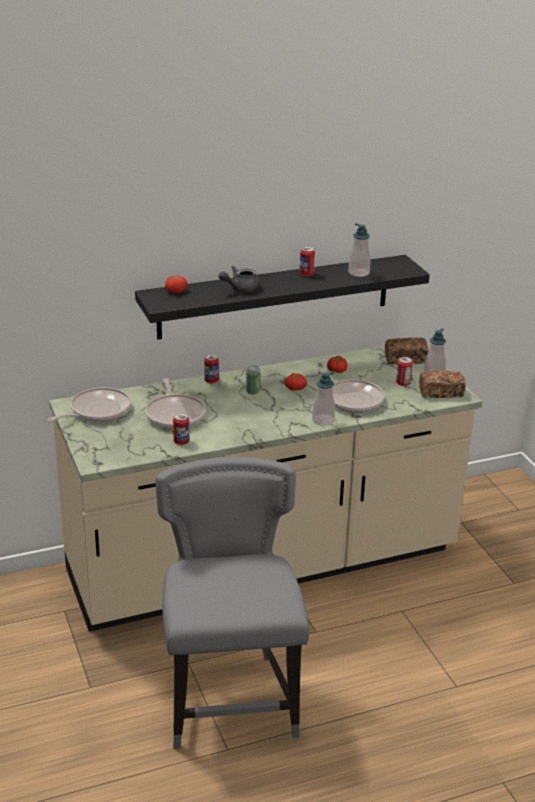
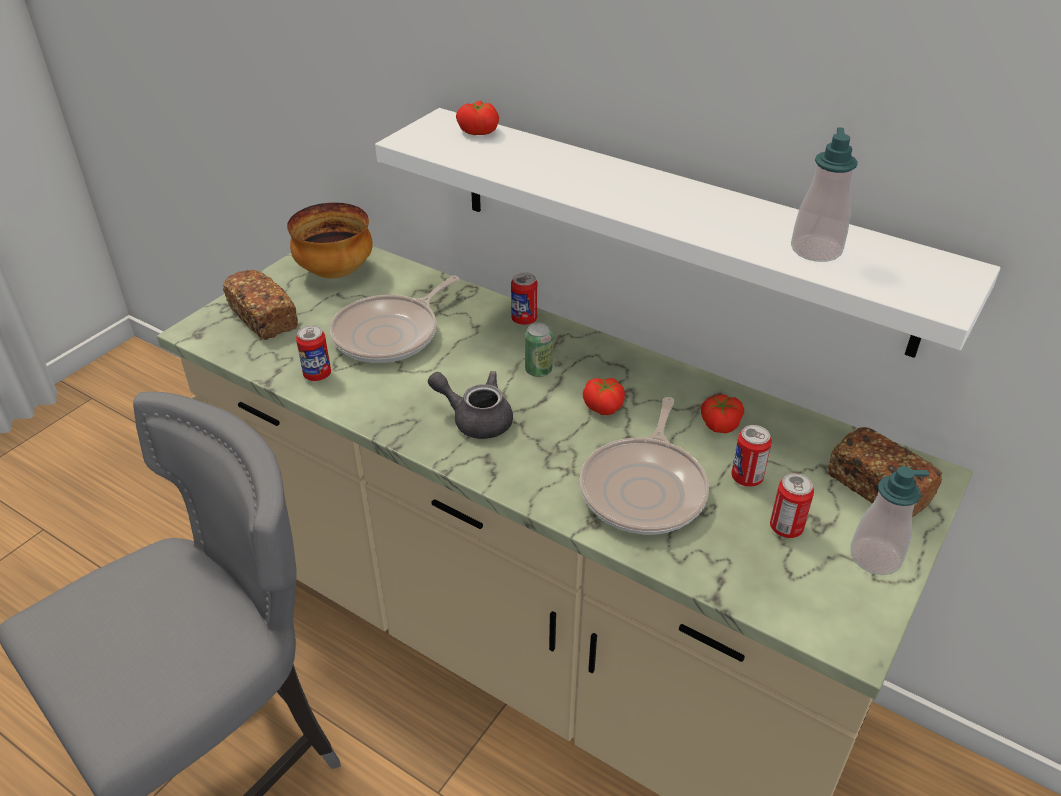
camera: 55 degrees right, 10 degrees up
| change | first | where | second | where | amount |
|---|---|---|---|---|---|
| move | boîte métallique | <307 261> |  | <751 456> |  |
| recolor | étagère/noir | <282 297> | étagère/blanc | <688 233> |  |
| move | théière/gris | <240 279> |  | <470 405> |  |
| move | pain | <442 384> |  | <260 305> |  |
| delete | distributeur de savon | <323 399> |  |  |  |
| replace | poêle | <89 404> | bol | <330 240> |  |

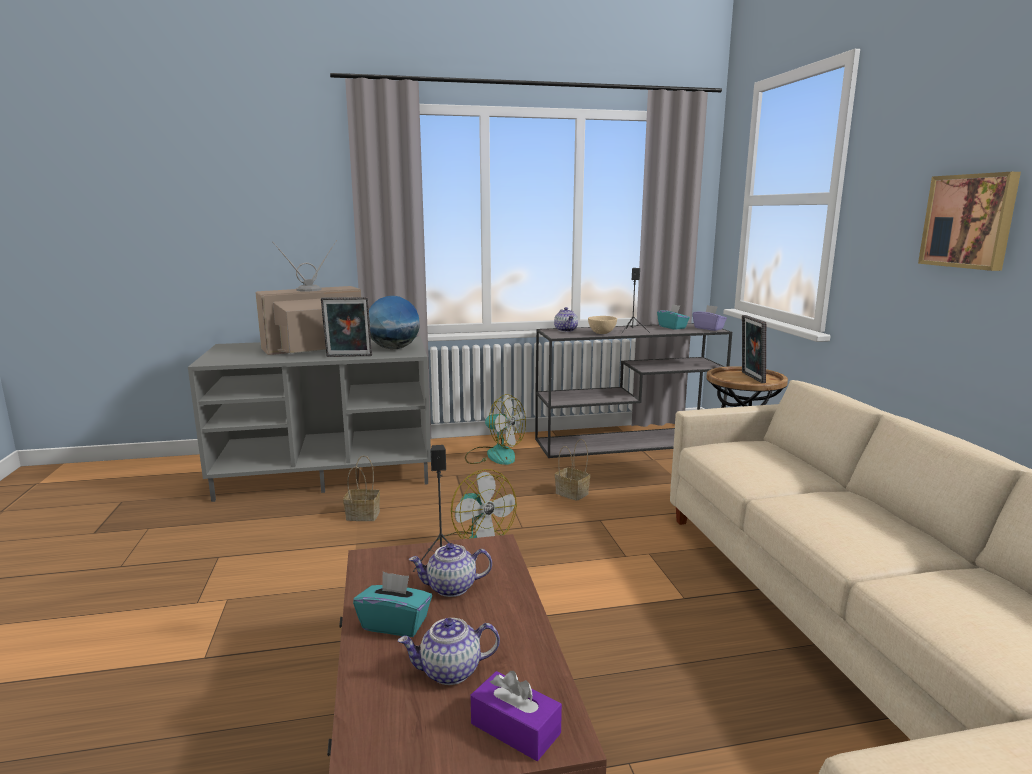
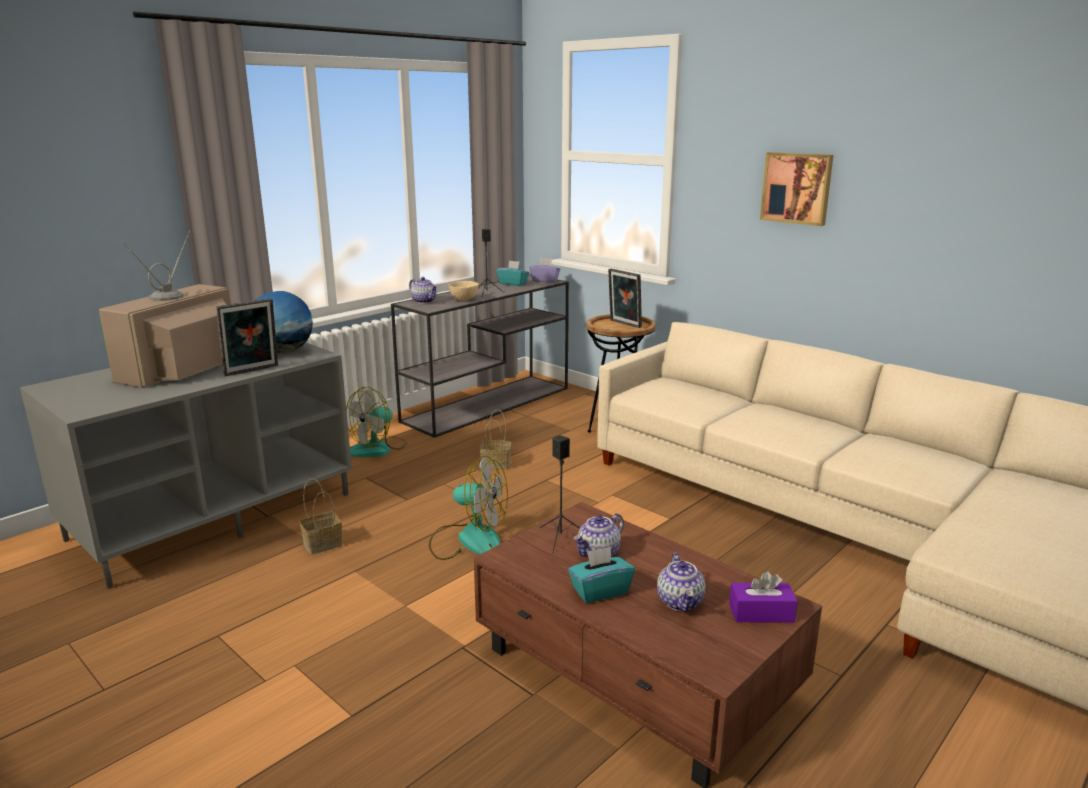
camera: 35 degrees left, 5 degrees up
| change | first | where | second | where | amount |
|---|---|---|---|---|---|
| rotate | ventilateur | <495 429> |  | <376 422> | 135 degrees clockwise |
| rotate | théière | <449 651> |  | <681 582> | 45 degrees counterclockwise |

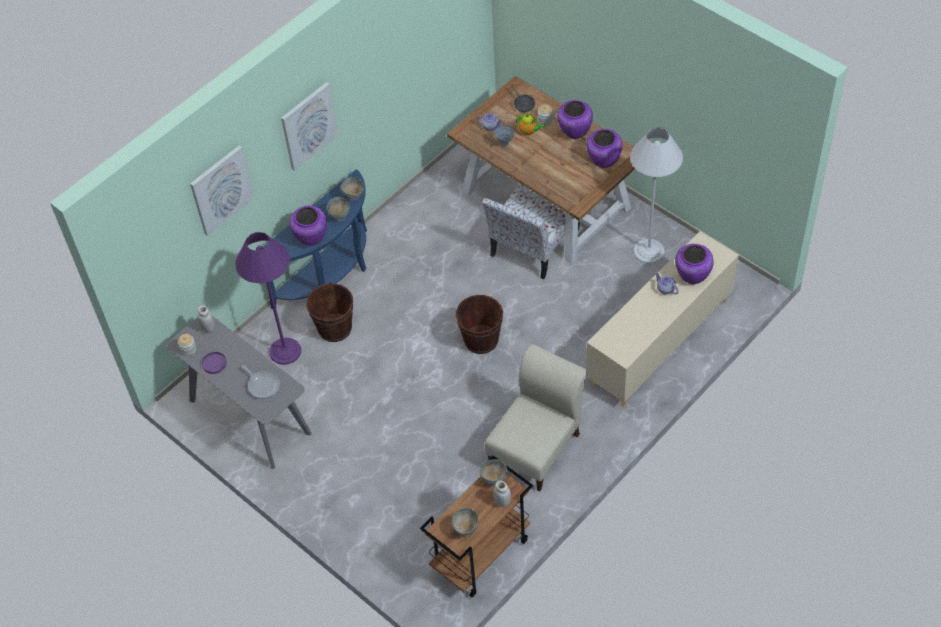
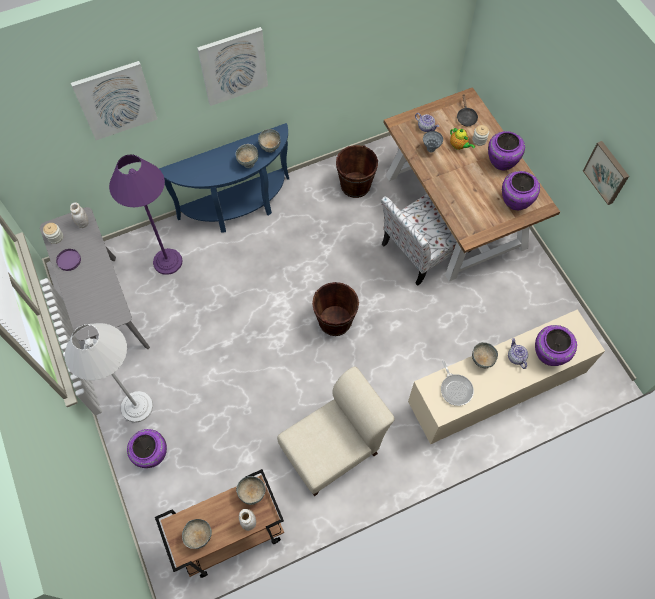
camera: 20 degrees right, 10 degrees up
| change | first | where | second | where | amount |
|---|---|---|---|---|---|
| move | lampadaire/blanc | <656 195> |  | <109 373> |  |
| move | vase/violet | <308 226> |  | <147 448> |  |
| move | seau/marron | <329 312> |  | <357 171> |  |
| move | poêle | <261 382> |  | <457 383> |  |
| insert |  |  | tableau | <606 173> |  |
| insert |  |  | bol/gris | <485 355> |  |

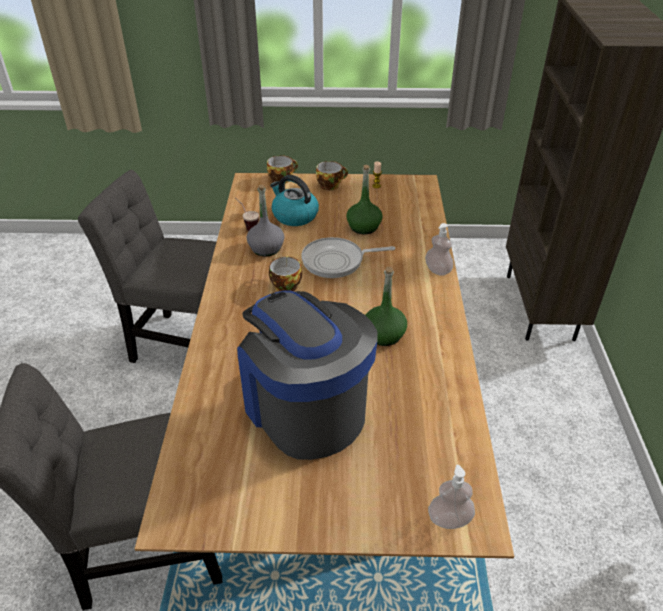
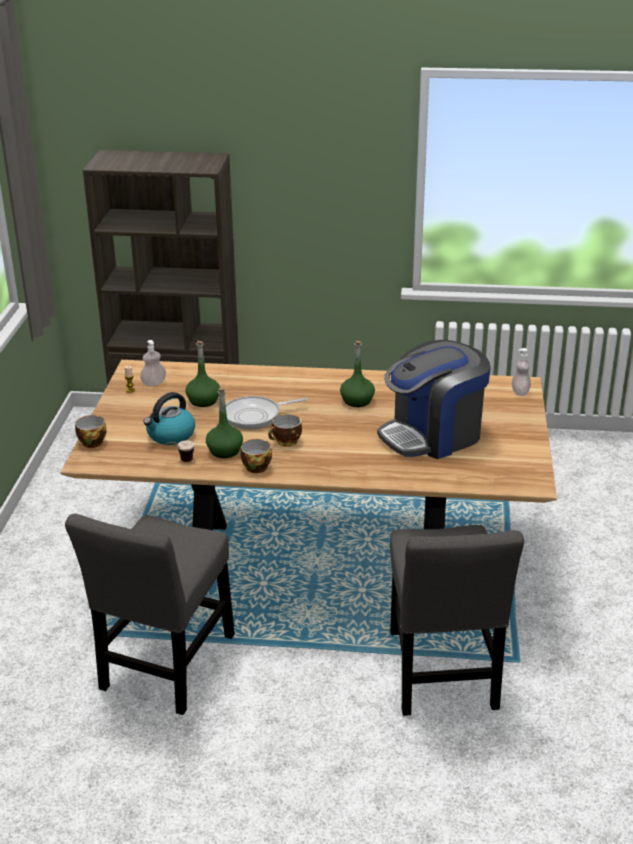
camera: 85 degrees left, 10 degrees down
| change | first | where | second | where | amount |
|---|---|---|---|---|---|
| move | tasse | <332 175> |  | <256 456> |  |
| recolor | bouteille/gris | <265 221> | bouteille/vert | <224 423> |  |
| move | distributeur de savon | <439 249> |  | <153 363> |  |
| rotate | poêle | <348 257> |  | <267 413> | 75 degrees clockwise |

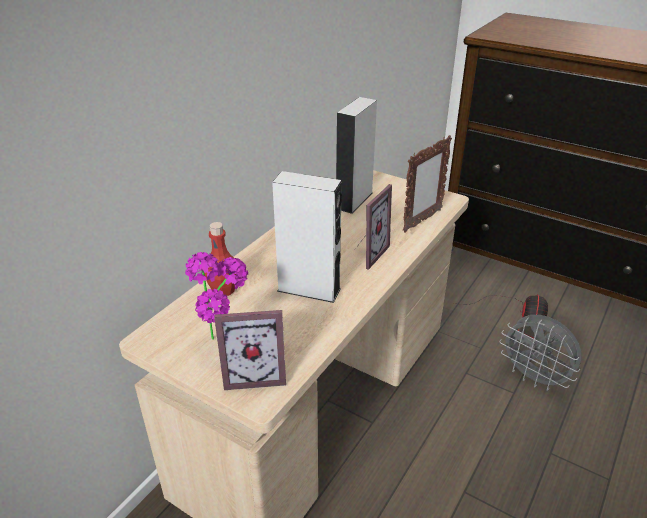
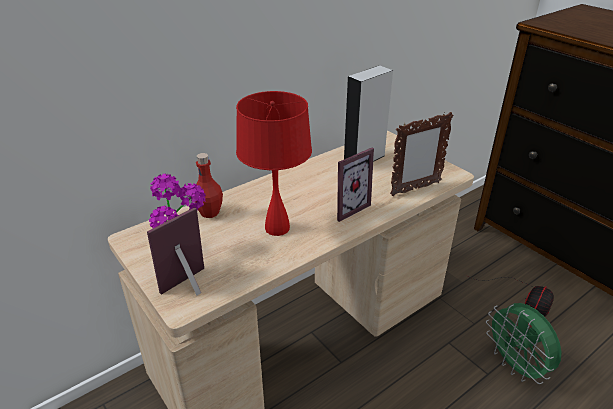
camera: 20 degrees right, 0 degrees up
| change | first | where | second | where | amount |
|---|---|---|---|---|---|
| replace | enceinte/gris | <307 237> | lampe de table/rouge | <274 163> |  |
| rotate | cadre photo | <250 350> |  | <175 251> | 120 degrees clockwise |
| recolor | ventilateur/gris | <540 353> | ventilateur/vert | <524 343> |  |

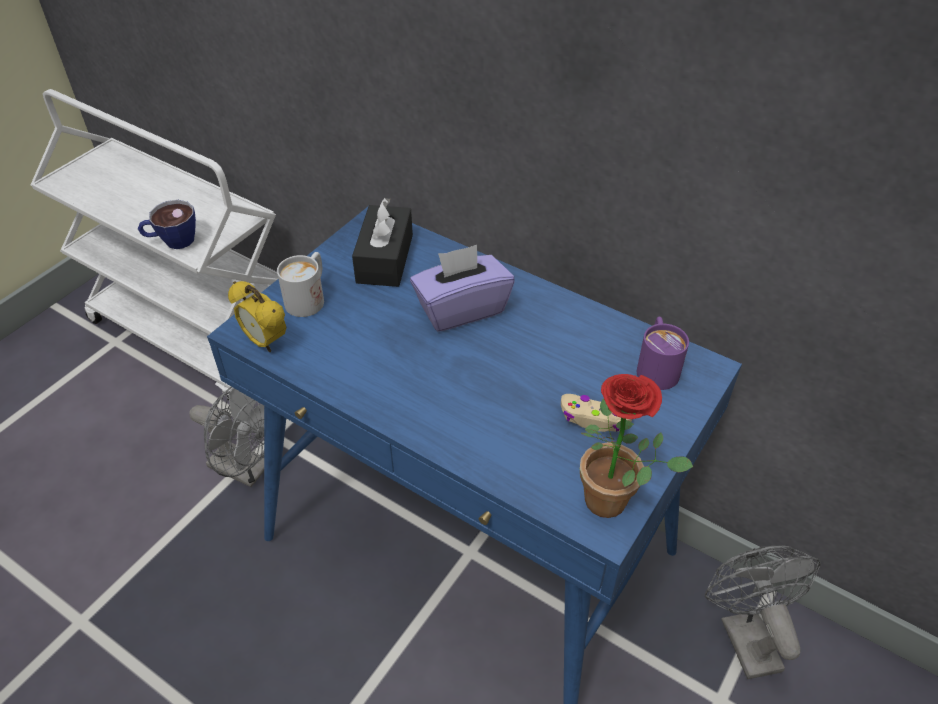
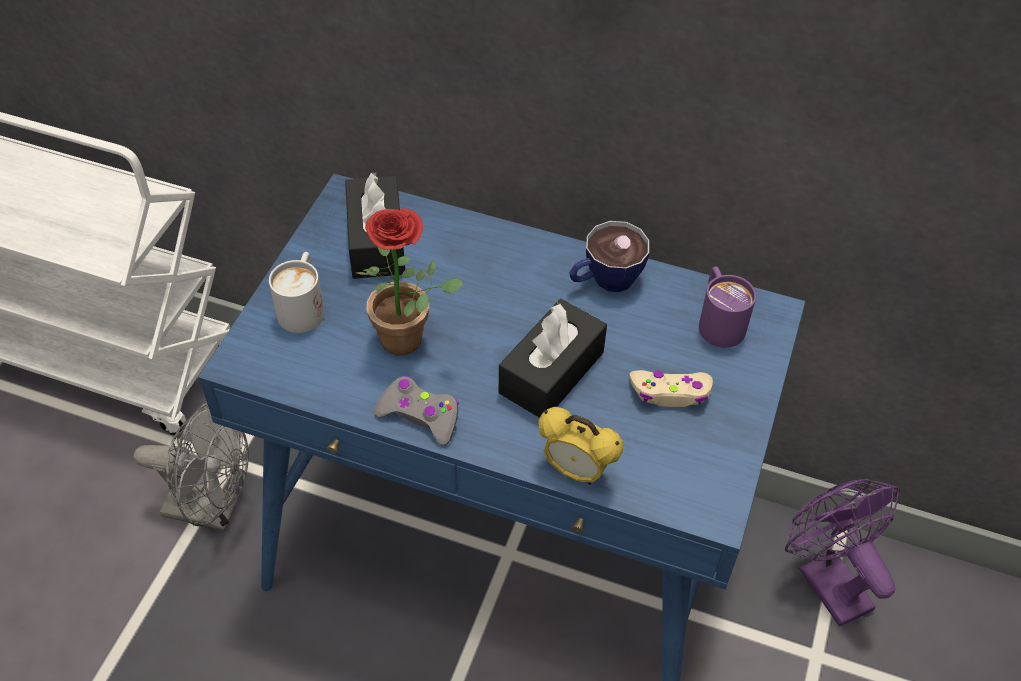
camera: 15 degrees left, 5 degrees up
| change | first | where | second | where | amount |
|---|---|---|---|---|---|
| move | tasse | <167 224> |  | <609 256> |  |
| delete | boîte à mouchoirs/violet | <462 288> |  |  |  |
| move | réveil | <257 316> |  | <580 446> |  |
| move | plante en pot | <636 446> |  | <410 281> |  |
| recolor | ventilateur/gris | <763 612> | ventilateur/violet | <842 553> |  |
| insert |  |  | boîte à mouchoirs/noir | <553 358> |  |
| insert |  |  | manette/gris | <416 411> |  |

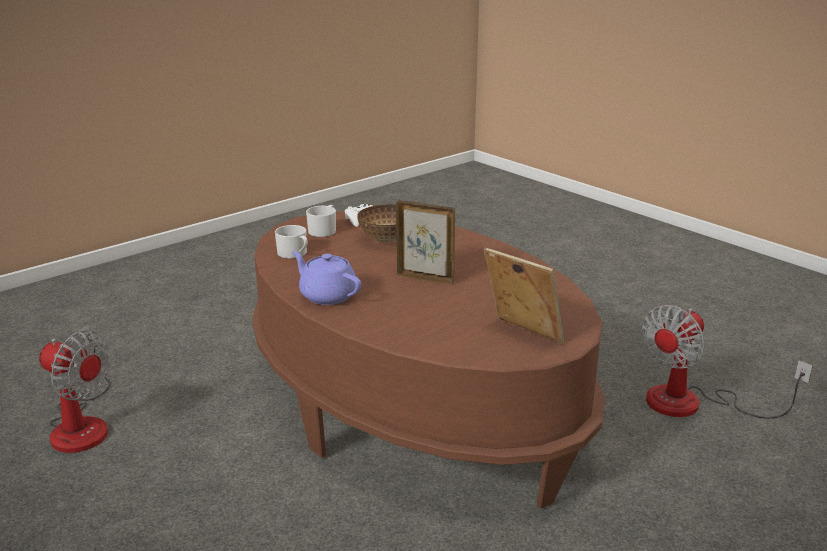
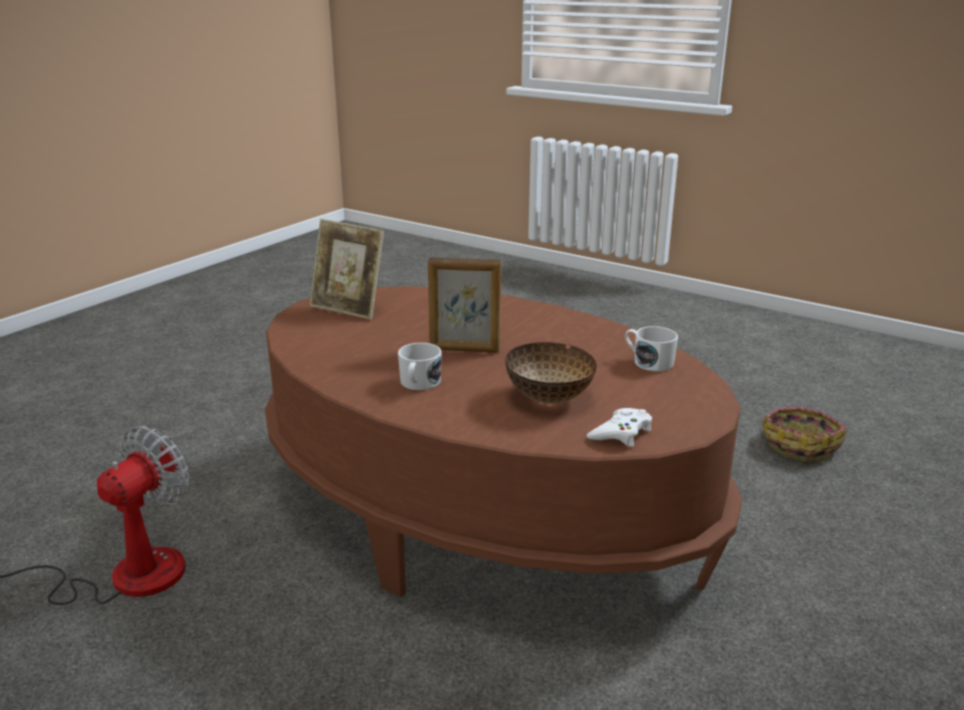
camera: 165 degrees right, 0 degrees up
| change | first | where | second | where | amount |
|---|---|---|---|---|---|
| move | mug/blanc | <321 221> |  | <420 366> |  |
| delete | théière/violet | <326 278> |  |  |  |
| replace | ventilateur | <75 389> | panier | <804 434> |  |

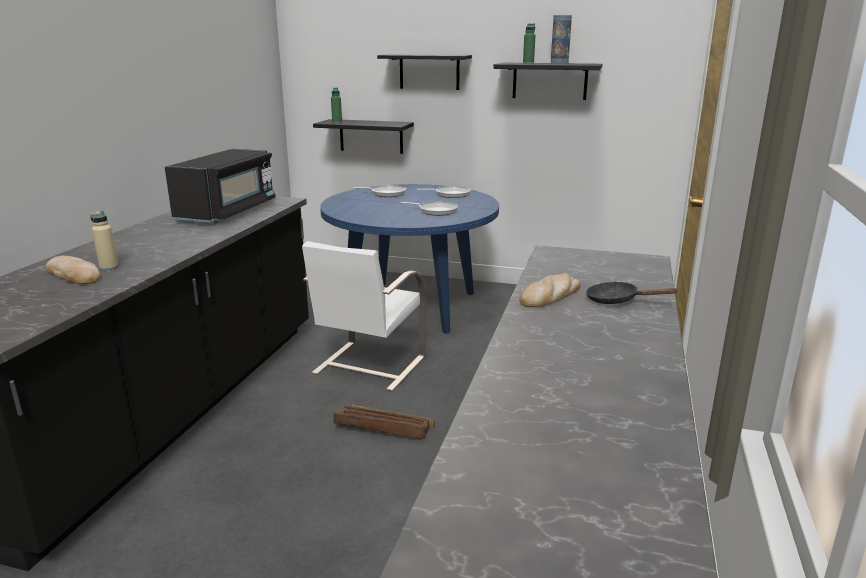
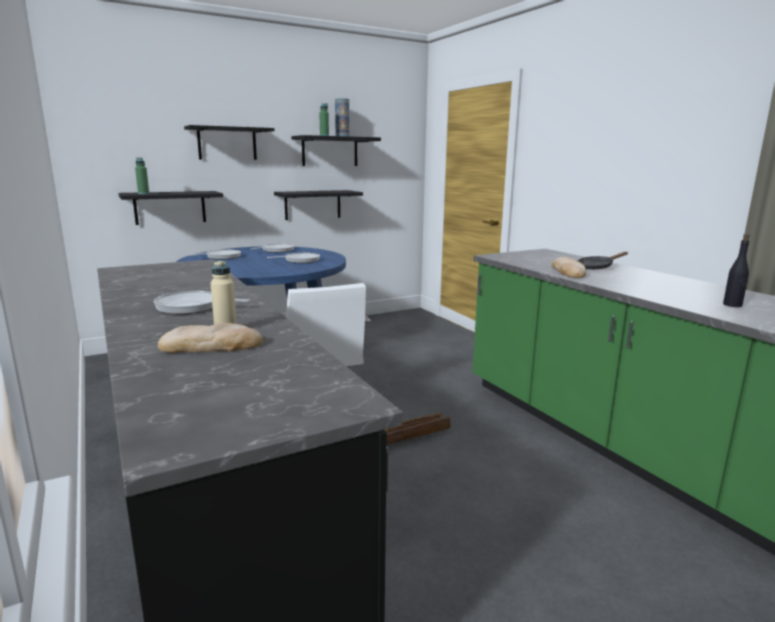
camera: 45 degrees left, 5 degrees down
| change | first | where | second | where | amount |
|---|---|---|---|---|---|
| delete | micro-ondes/noir | <220 185> |  |  |  |
| insert |  |  | étagère/noir | <318 205> |  |
| insert |  |  | bouteille/noir | <736 270> |  |
| insert |  |  | poêle | <202 302> |  |

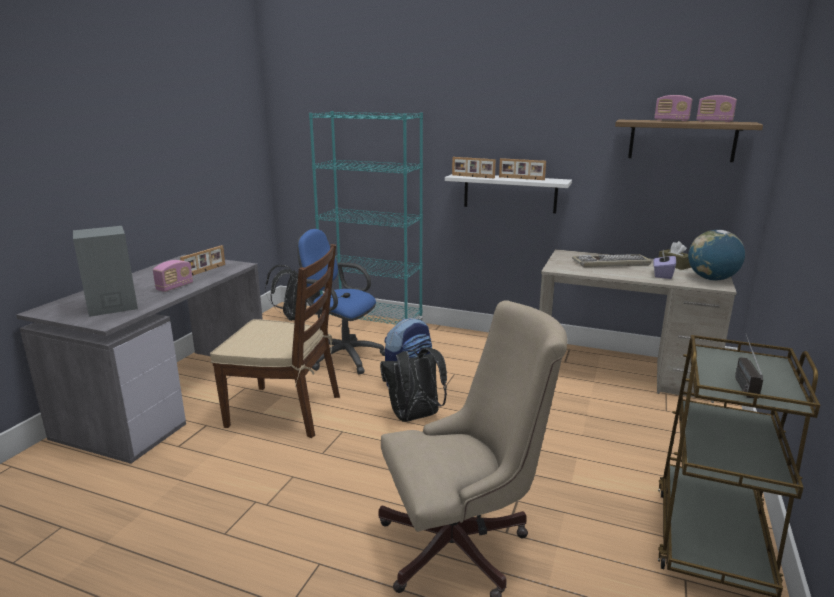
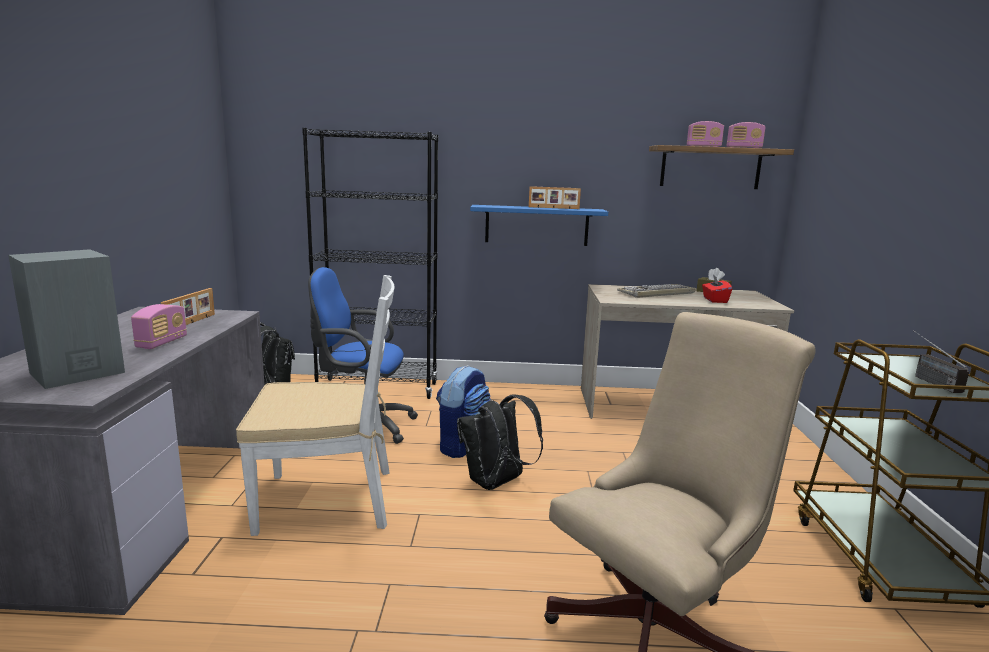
camera: 20 degrees left, 5 degrees down
| change | first | where | second | where | amount |
|---|---|---|---|---|---|
| recolor | bibliothèque/turquoise | <366 218> | bibliothèque/noir | <370 263> |  |
| delete | cadre photo | <474 167> |  |  |  |
| recolor | étagère/blanc | <508 193> | étagère/bleu | <539 225> |  |
| delete | globe | <716 255> |  |  |  |
| recolor | chaise/marron | <275 341> | chaise/blanc | <315 405> |  |
| recolor | boîte à mouchoirs/violet | <664 265> | boîte à mouchoirs/rouge | <717 289> |  |

